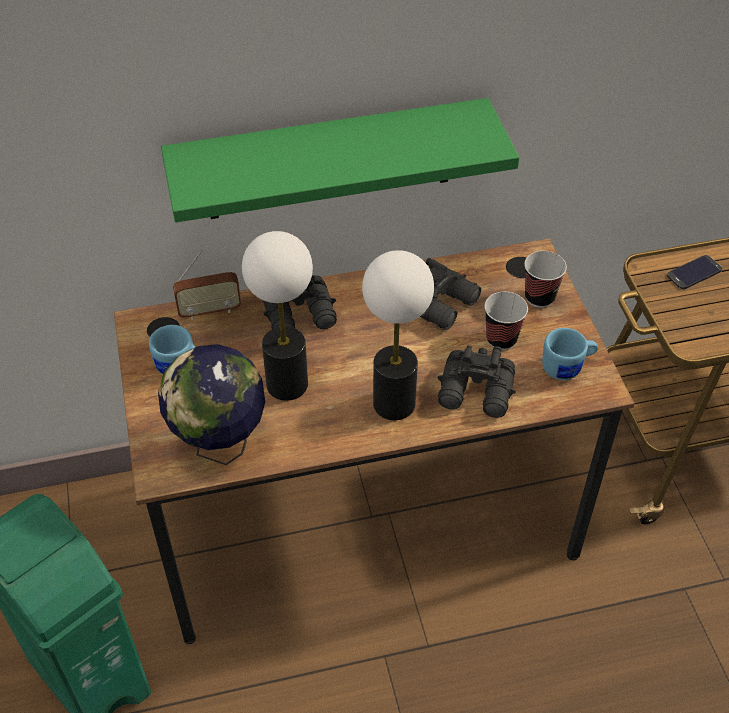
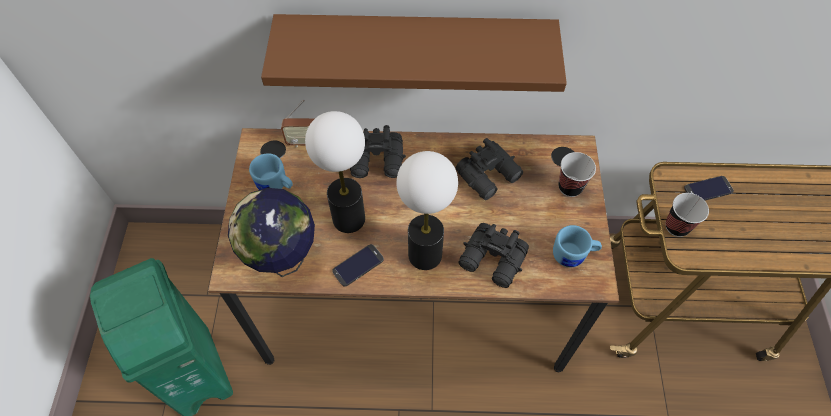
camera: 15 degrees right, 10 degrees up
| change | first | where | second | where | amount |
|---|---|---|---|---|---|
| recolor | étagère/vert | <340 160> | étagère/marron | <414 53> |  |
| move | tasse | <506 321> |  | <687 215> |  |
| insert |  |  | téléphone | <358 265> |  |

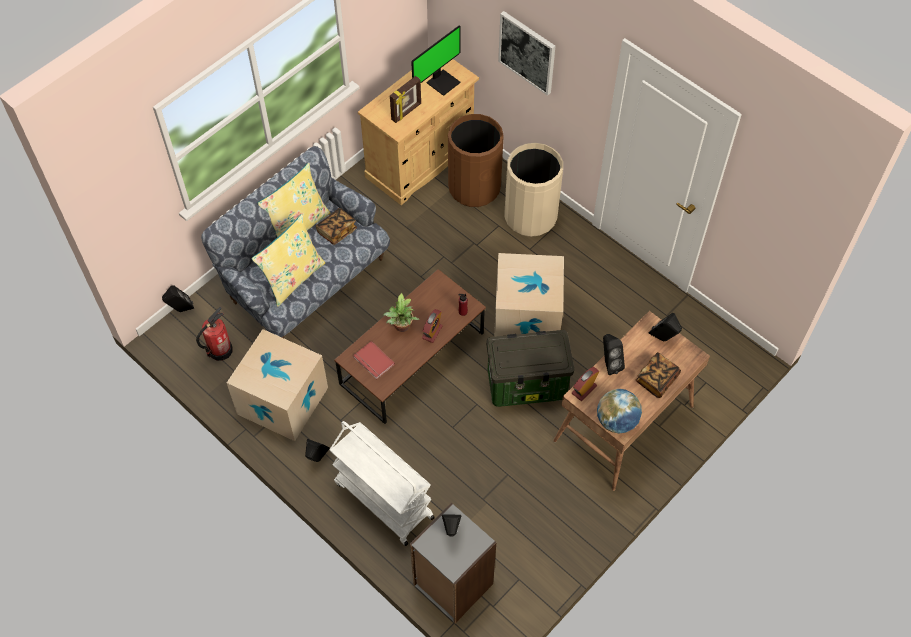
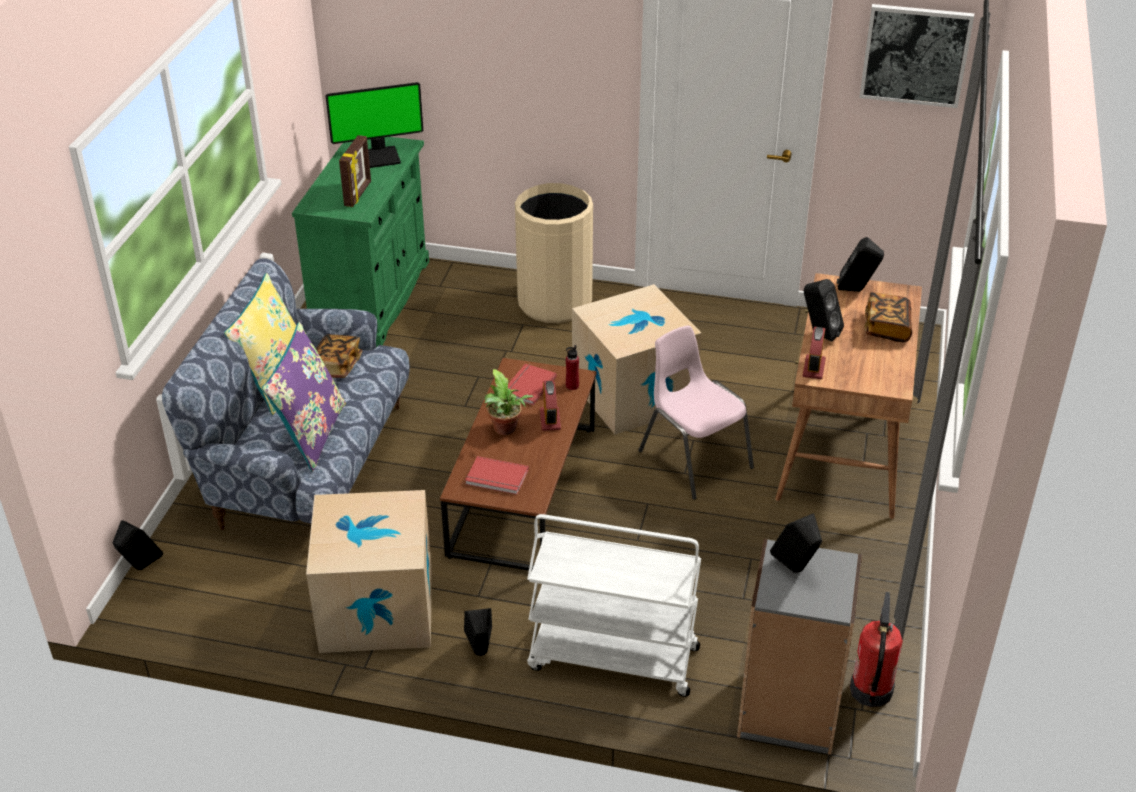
camera: 30 degrees left, 20 degrees down
| change | first | where | second | where | amount |
|---|---|---|---|---|---|
| move | tableau | <526 53> |  | <916 56> |  |
| rotate | écran d'ordinateur | <436 61> |  | <374 125> | 60 degrees clockwise |
| recolor | meuble de rangement/beige | <418 132> | meuble de rangement/vert | <360 242> |  |
| delete | poubelle/marron | <476 160> |  |  |  |
| recolor | coussin/jaune | <289 260> | coussin/violet | <304 396> |  |
| move | extincteur | <214 334> |  | <876 649> |  |
| replace | boîte de rangement | <530 368> | chaise/rose | <696 412> |  |
| delete | globe | <619 411> |  |  |  |
| insert |  |  | livre/rouge | <532 384> |  |

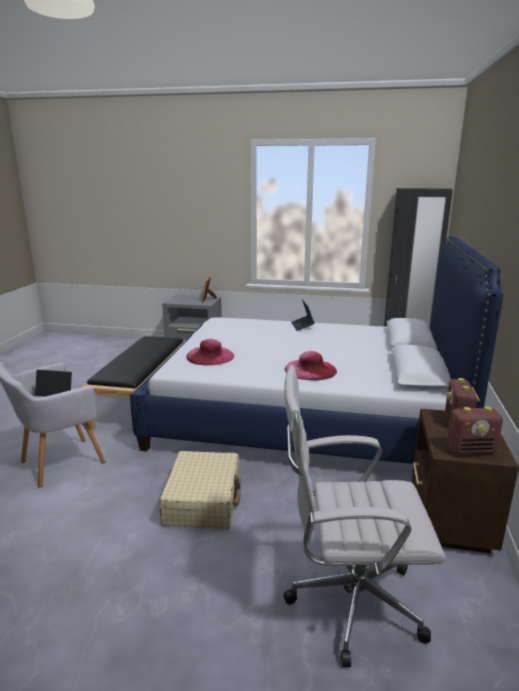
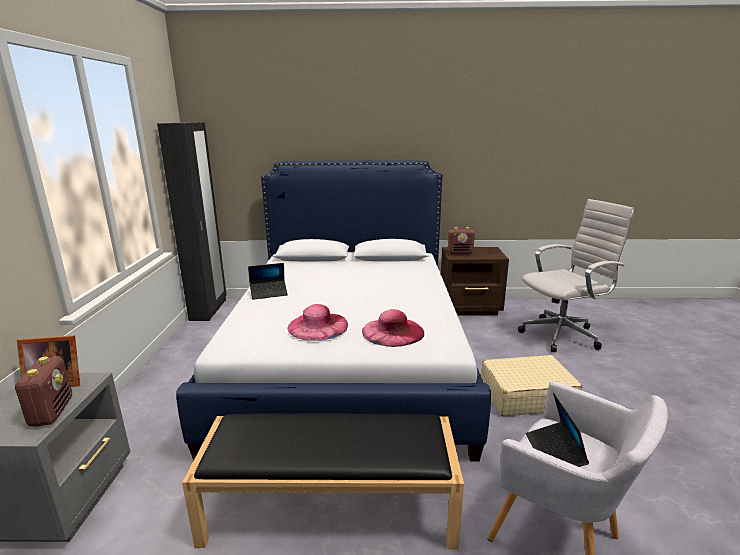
camera: 100 degrees left, 0 degrees up
| change | first | where | second | where | amount |
|---|---|---|---|---|---|
| move | chapeau/rose | <311 365> |  | <317 322> |  |
| rotate | chaise de bureau/blanc | <364 516> |  | <576 275> | 105 degrees counterclockwise |
| move | radio | <475 430> |  | <43 391> |  |

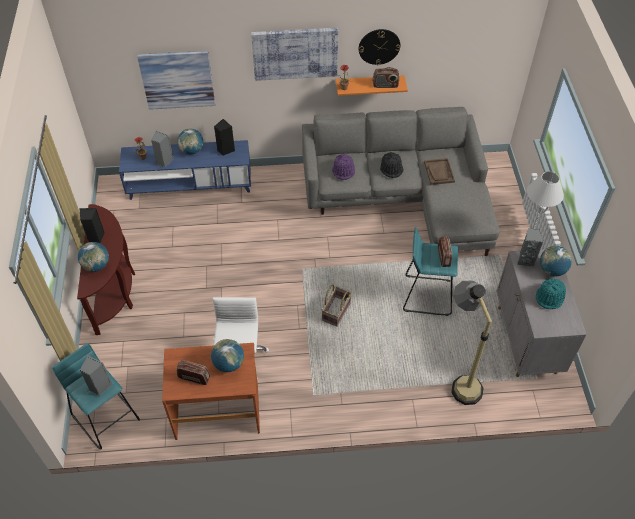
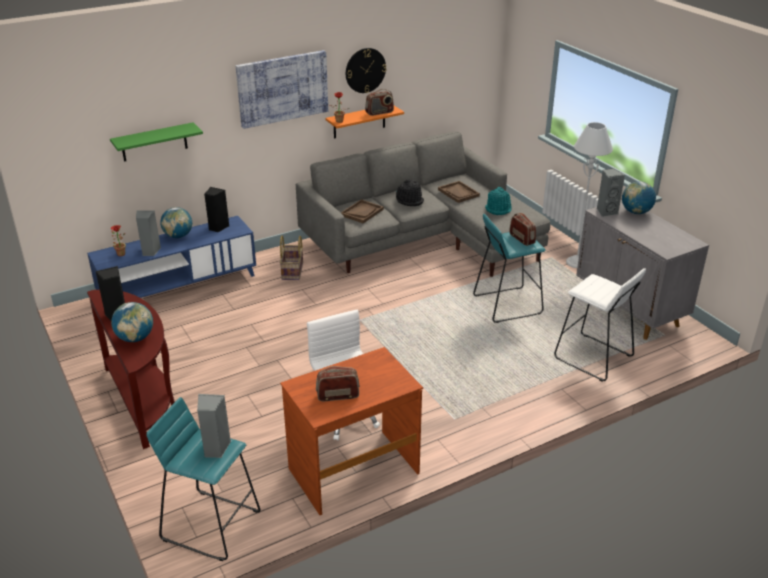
camera: 25 degrees left, 20 degrees down
| change | first | where | second | where | amount |
|---|---|---|---|---|---|
| replace | tableau | <176 80> | étagère/vert | <156 142> |  |
| replace | chapeau/violet | <343 167> | plateau/marron | <362 211> |  |
| move | chapeau/turquoise | <551 293> |  | <498 201> |  |
| replace | lampadaire | <471 343> | tabouret/blanc | <600 325> |  |
| move | panier | <337 305> |  | <291 258> |  |
| delete | globe | <227 355> |  |  |  |

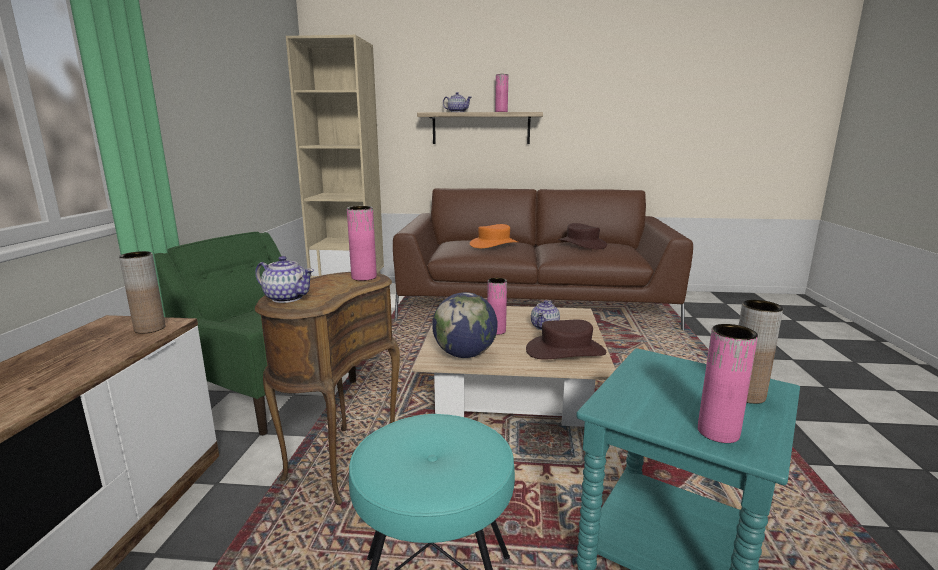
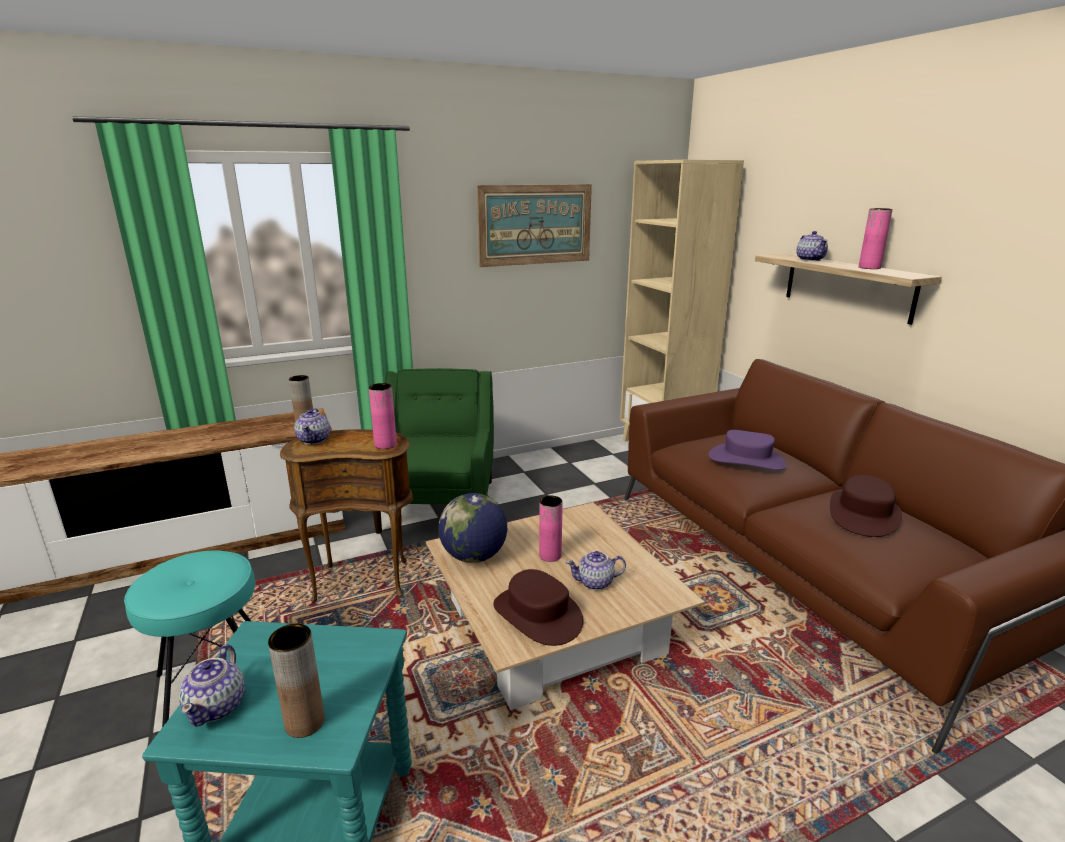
camera: 60 degrees right, 5 degrees up
| change | first | where | second | where | amount |
|---|---|---|---|---|---|
| recolor | chapeau/orange | <494 236> | chapeau/violet | <748 450> |  |
| replace | vase/rose | <728 383> | théière | <212 685> |  |
| insert |  |  | tableau | <534 225> |  |

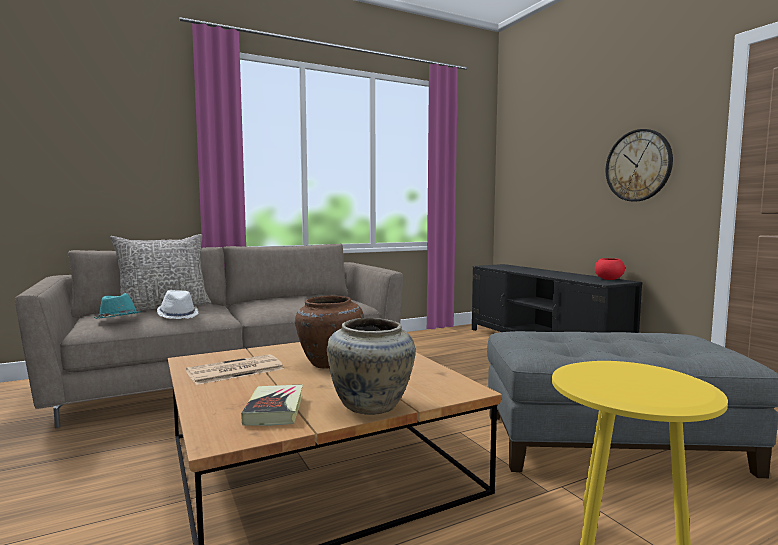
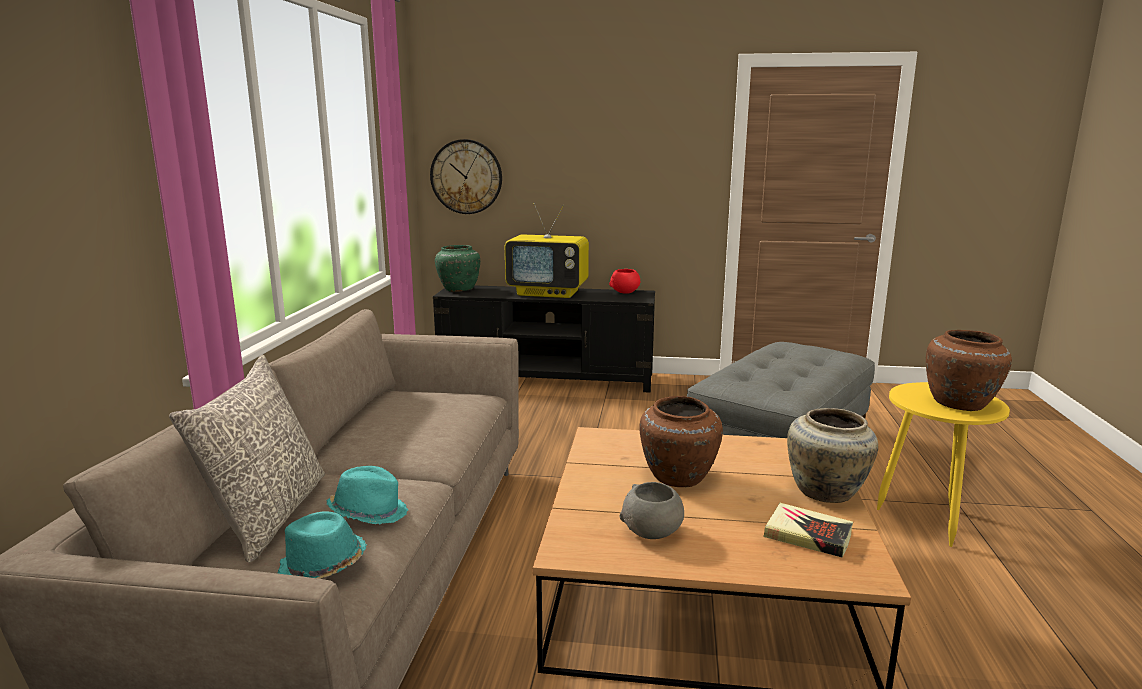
camera: 55 degrees left, 10 degrees up
| change | first | where | second | where | amount |
|---|---|---|---|---|---|
| move | horloge murale | <639 165> |  | <466 176> |  |
| recolor | chapeau/blanc | <178 304> | chapeau/turquoise | <367 495> |  |
| replace | journal | <235 369> | bol/gris | <651 510> |  |
| insert |  |  | téléviseur | <547 250> |  |
| insert |  |  | vase/vert | <457 268> |  |
| insert |  |  | vase/marron | <969 370> |  |

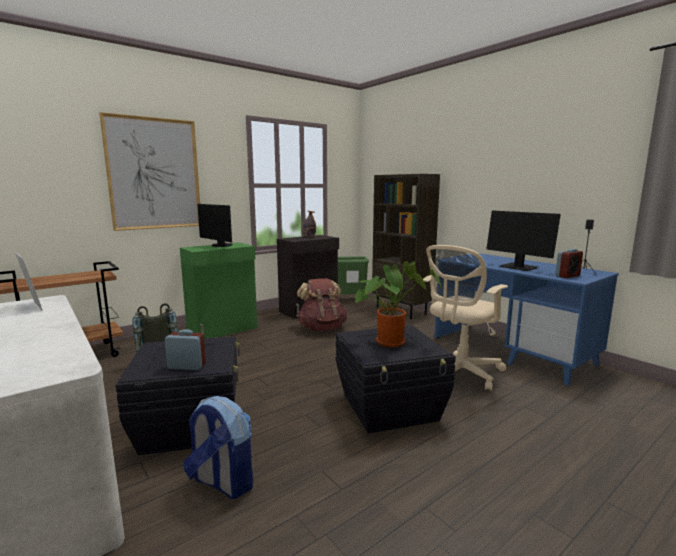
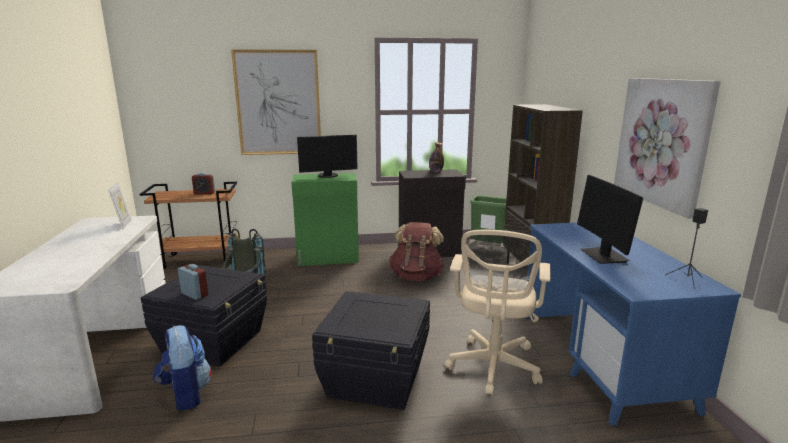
camera: 30 degrees right, 5 degrees up
| change | first | where | second | where | amount |
|---|---|---|---|---|---|
| rotate | écran d'ordinateur | <214 225> |  | <327 156> | 90 degrees counterclockwise |
| rotate | chaise de bureau/beige | <465 318> |  | <498 313> | 60 degrees counterclockwise |
| move | réveil | <569 263> |  | <203 183> |  |
| delete | plante en pot | <398 304> |  |  |  |
| insert |  |  | tableau | <667 148> |  |

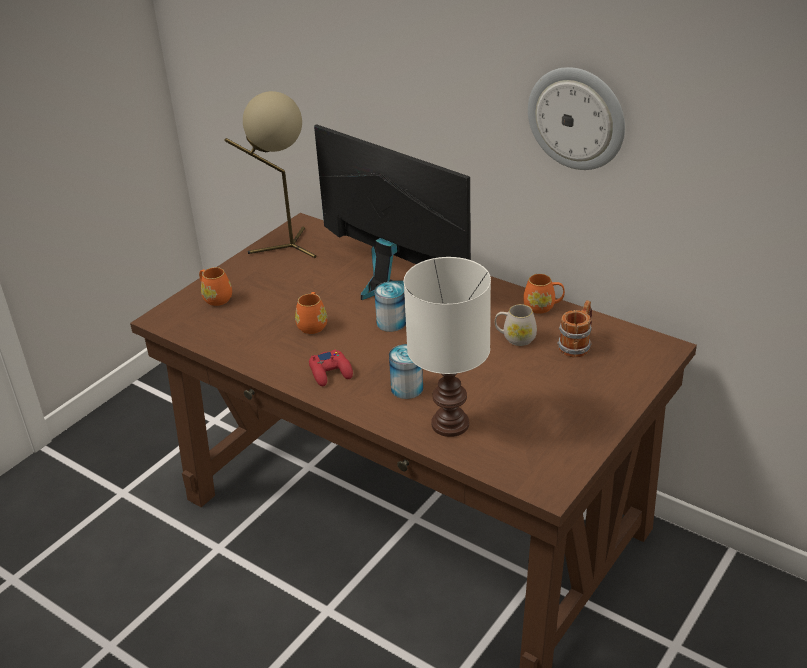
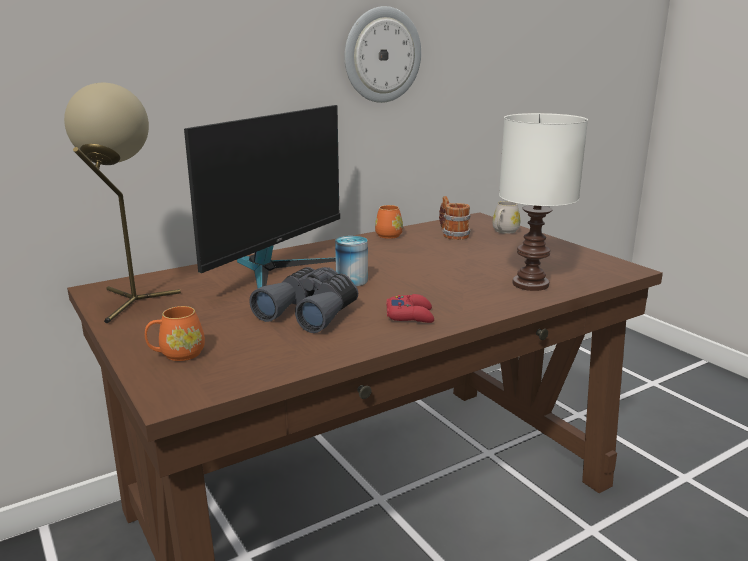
camera: 70 degrees left, 15 degrees down
| change | first | where | second | where | amount |
|---|---|---|---|---|---|
| rotate | écran d'ordinateur | <392 212> |  | <262 196> | 150 degrees clockwise |
| replace | mug/orange | <311 313> | jumelles/gris | <303 300> |  |
| move | mug/blanc | <516 325> |  | <506 217> |  |
| delete | boîte métallique | <406 371> |  |  |  |

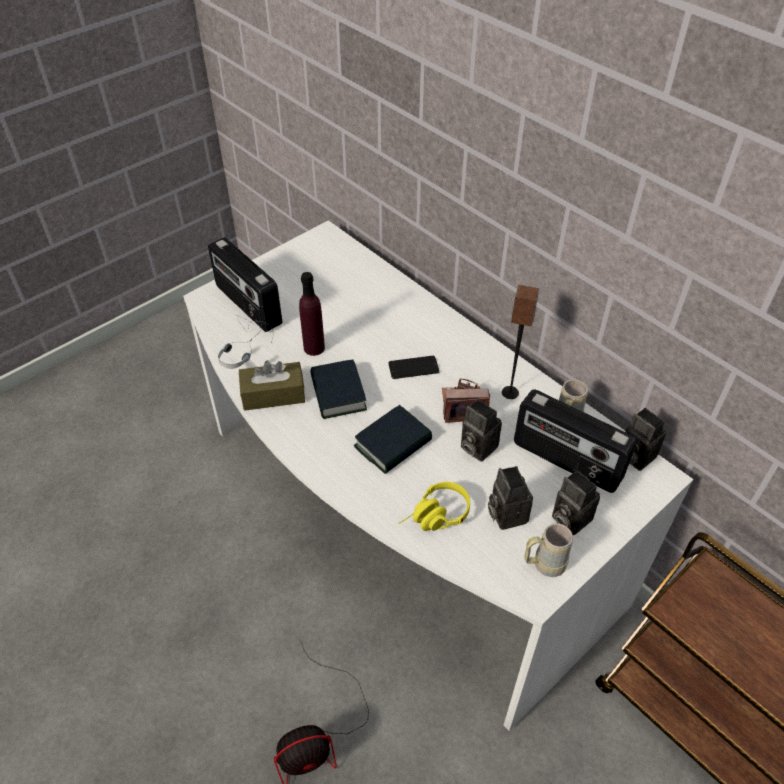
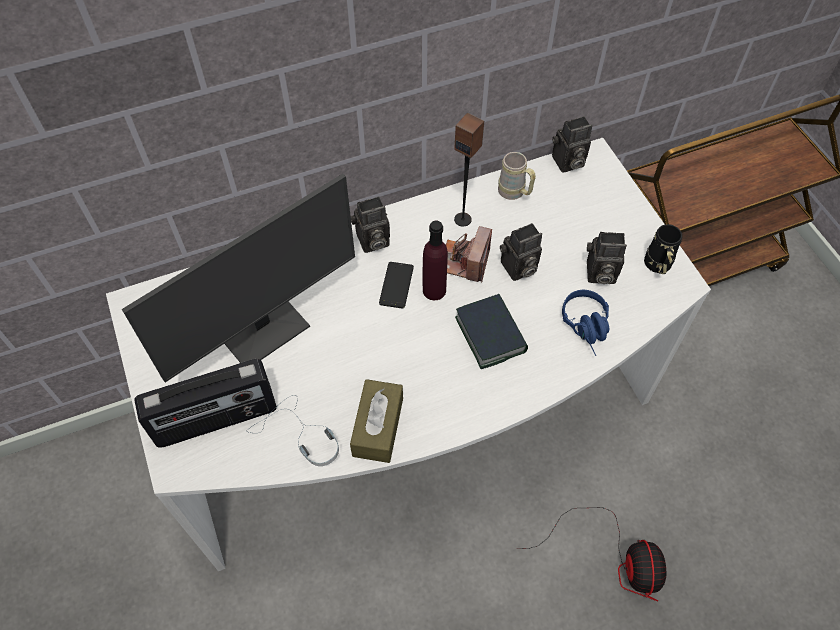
camera: 70 degrees left, 10 degrees up
| change | first | where | second | where | amount |
|---|---|---|---|---|---|
| move | bouteille/violet | <312 314> |  | <435 260> |  |
| delete | livre | <338 389> |  |  |  |
| delete | radio | <575 441> |  |  |  |
| move | appareil photo | <576 502> |  | <370 224> |  |
| recolor | casque audio/jaune | <434 506> | casque audio/bleu | <585 323> |  |
| recolor | mug/beige | <548 550> | mug/noir | <663 249> |  |
| insert |  |  | écran d'ordinateur | <238 278> |  |

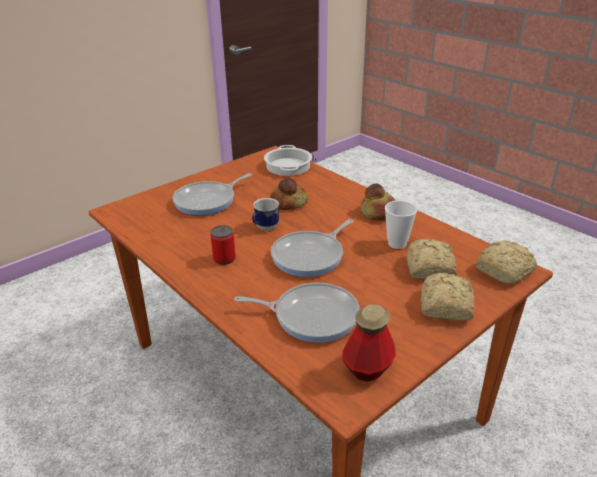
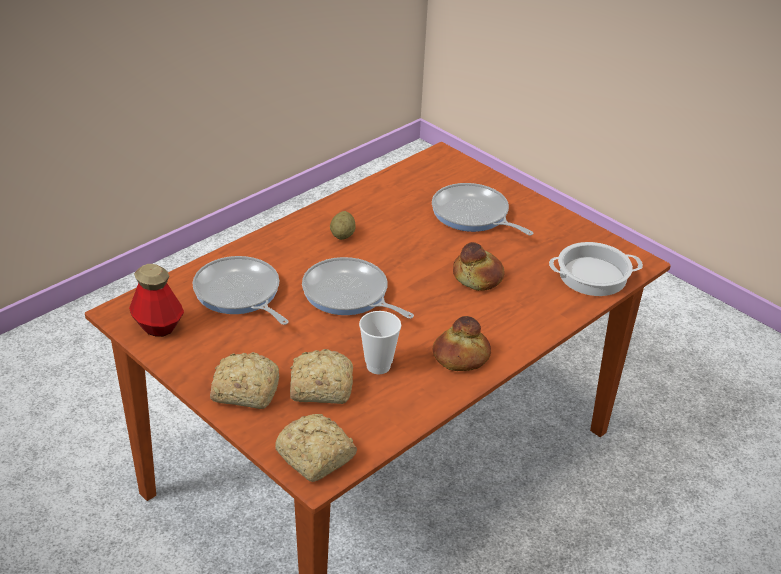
camera: 85 degrees right, 5 degrees up
| change | first | where | second | where | amount |
|---|---|---|---|---|---|
| delete | mug | <265 214> |  |  |  |
| replace | boîte métallique | <223 245> | pomme de terre | <343 225> |  |
| rotate | poêle | <297 312> |  | <241 290> | 135 degrees clockwise |

